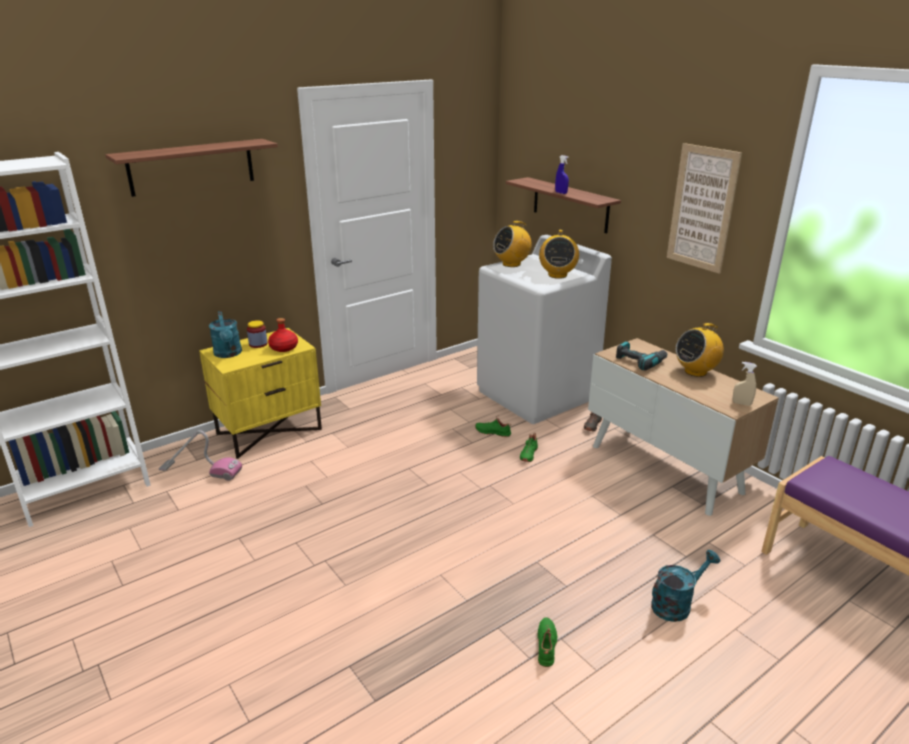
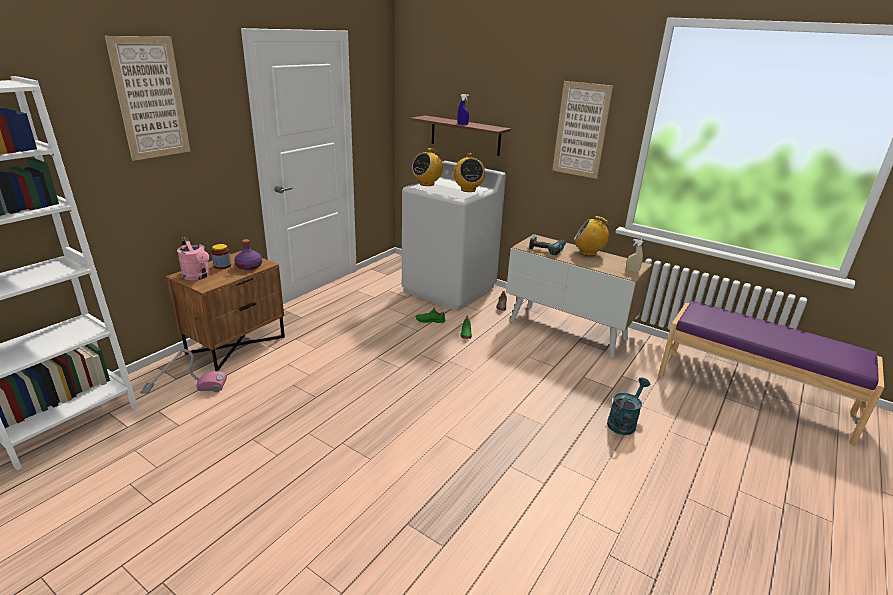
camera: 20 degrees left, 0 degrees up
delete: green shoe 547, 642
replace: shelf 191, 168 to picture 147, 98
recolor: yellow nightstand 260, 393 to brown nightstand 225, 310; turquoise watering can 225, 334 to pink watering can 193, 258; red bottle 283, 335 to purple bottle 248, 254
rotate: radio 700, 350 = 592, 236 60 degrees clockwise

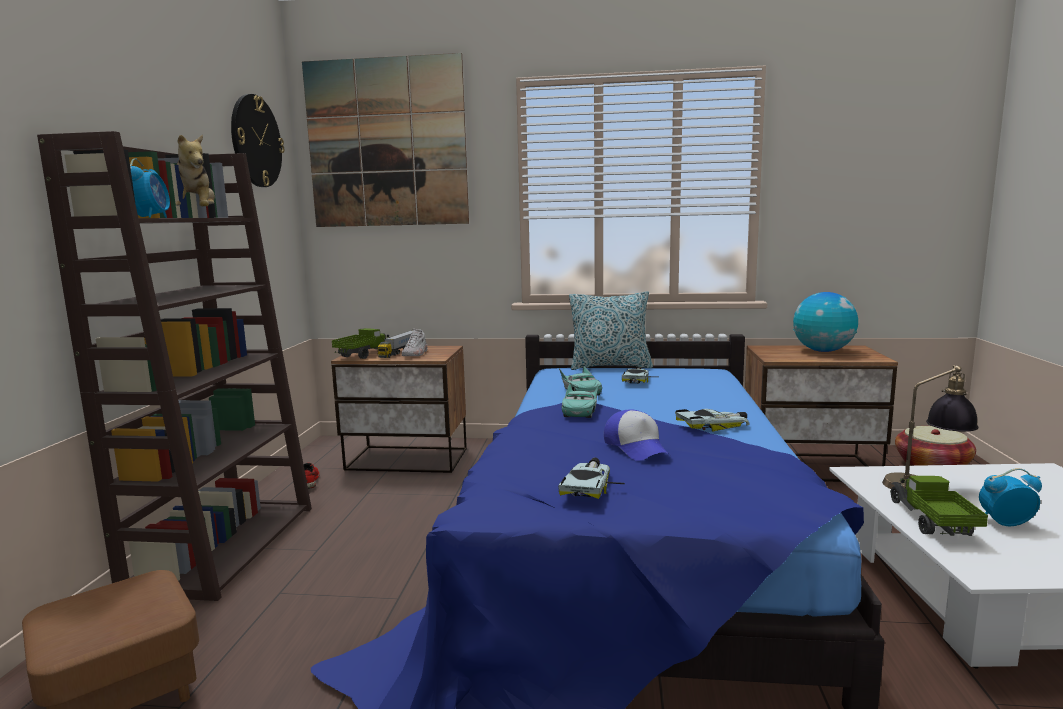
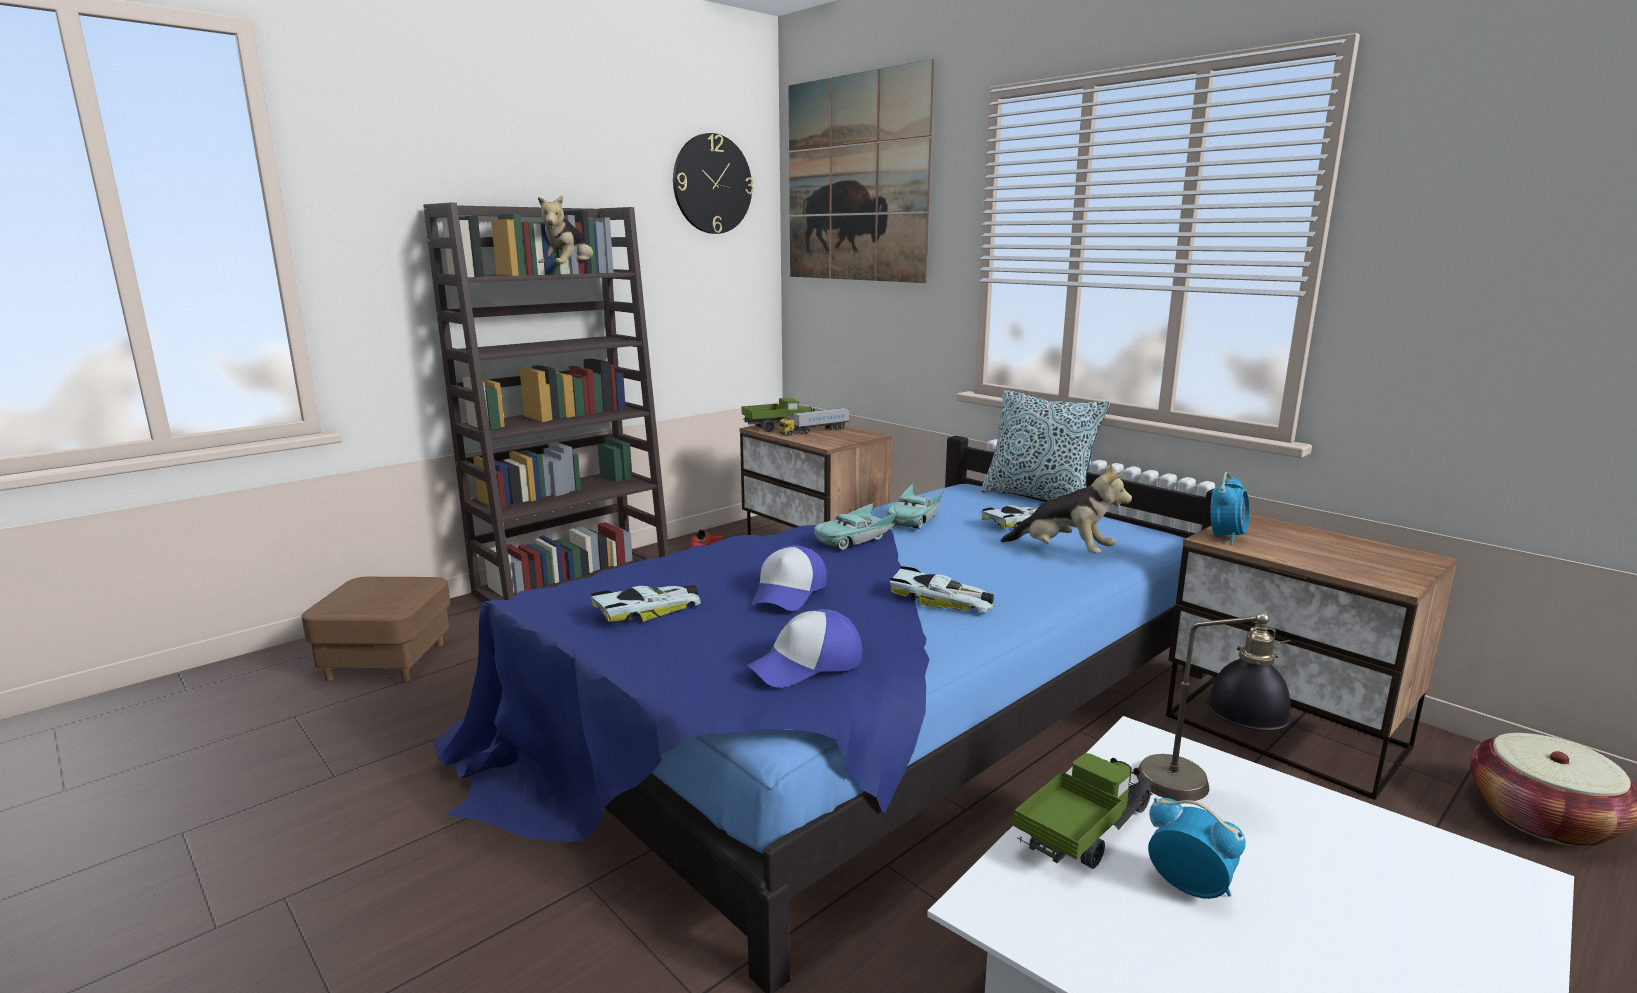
camera: 40 degrees right, 5 degrees up
delete: white shoe 415, 342; globe 825, 322
insert: cap 804, 648; plush toy 1066, 508
move: alarm clock 150, 188 to 1229, 508

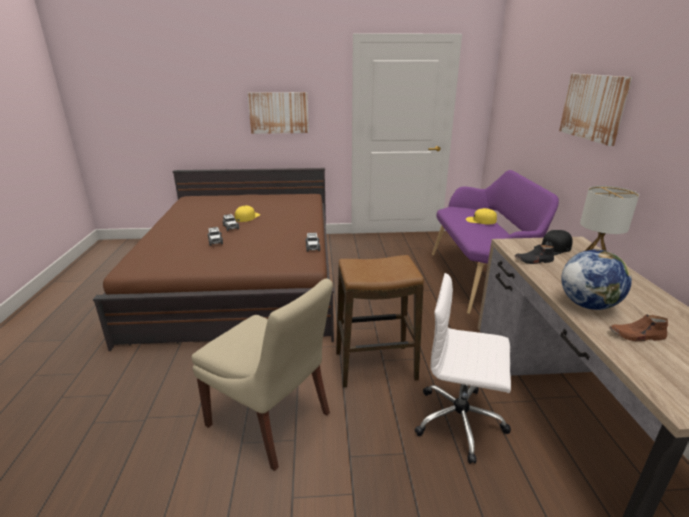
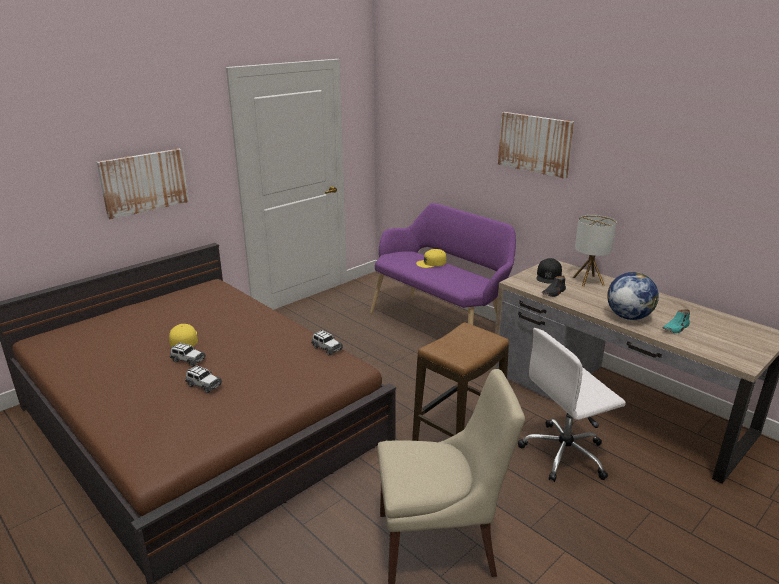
camera: 40 degrees left, 0 degrees up
recolor: brown shoe 638, 327 to turquoise shoe 676, 321

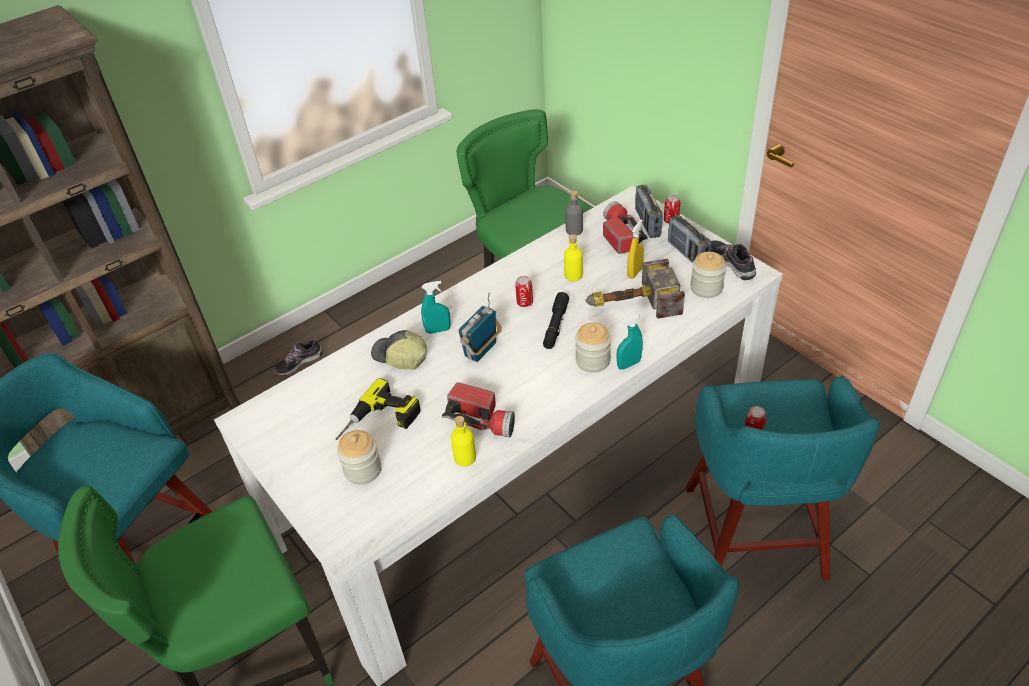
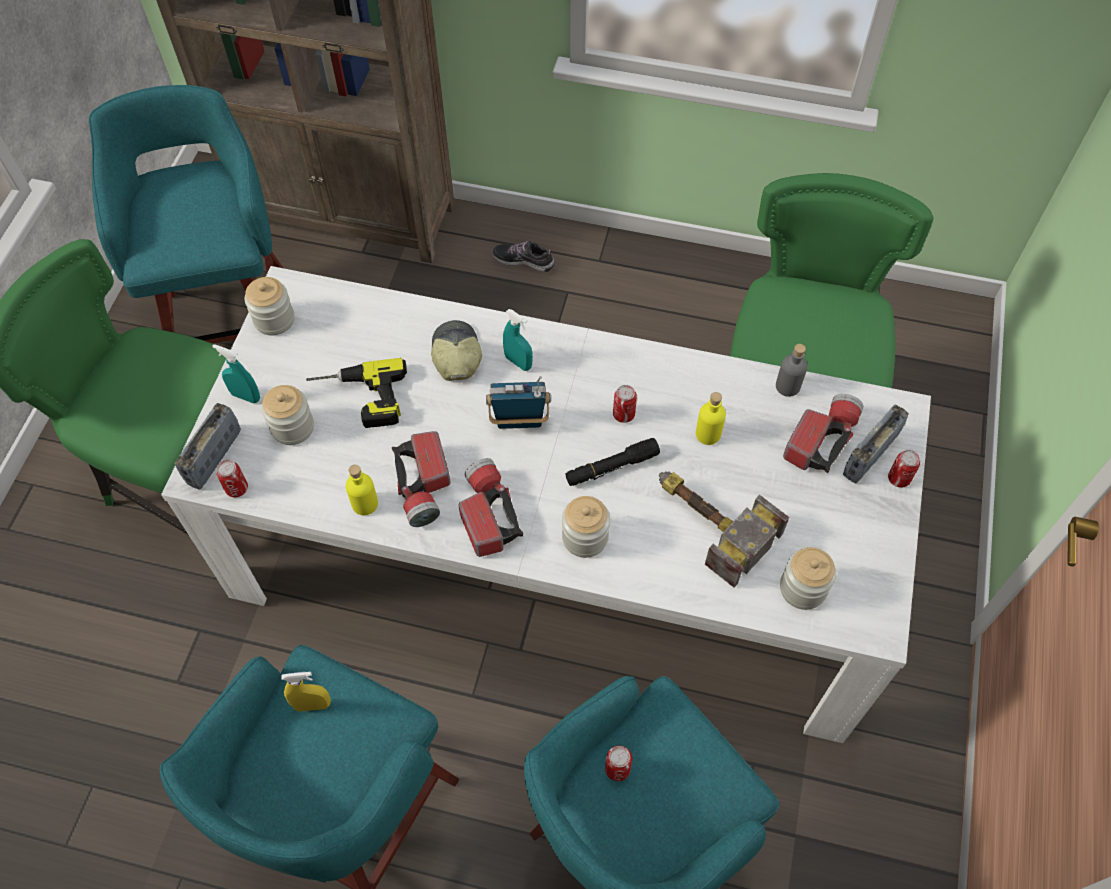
camera: 50 degrees right, 15 degrees up
delete: shoe 733, 260
insert: can 232, 479; jar 269, 306; flashlight 490, 507
move: radio 690, 239 to 208, 446; turquoise spray bottle 629, 342 to 236, 374; yellow spray bottle 635, 249 to 306, 691

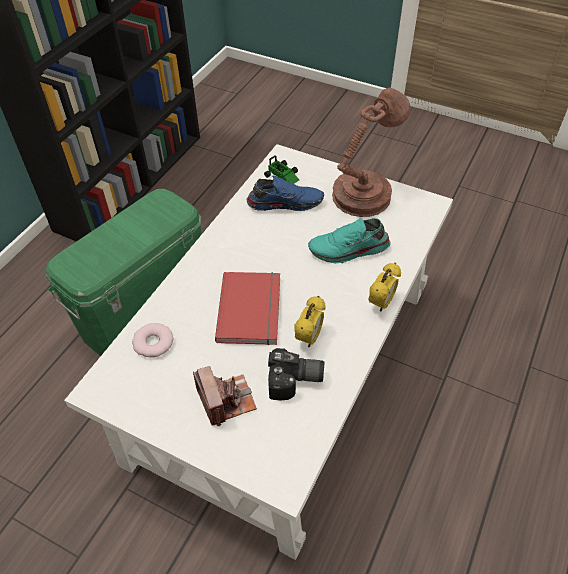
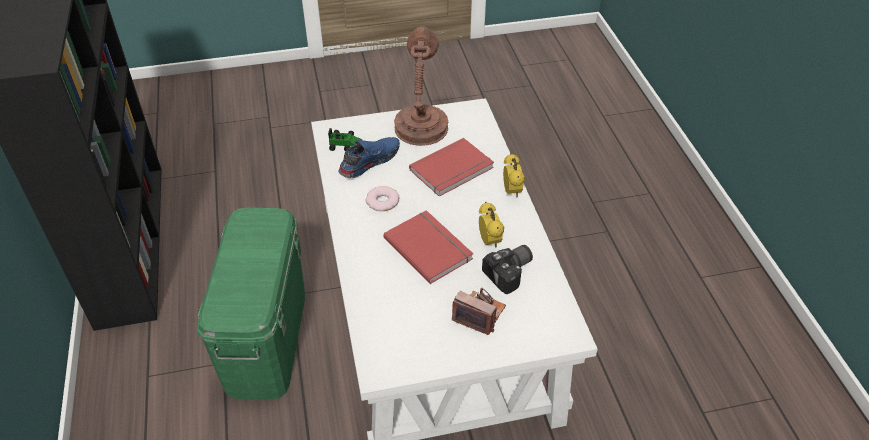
camera: 40 degrees left, 5 degrees down
move: donut 152, 340 to 383, 198
replace: turquoise shoe 349, 240 to red book 451, 167

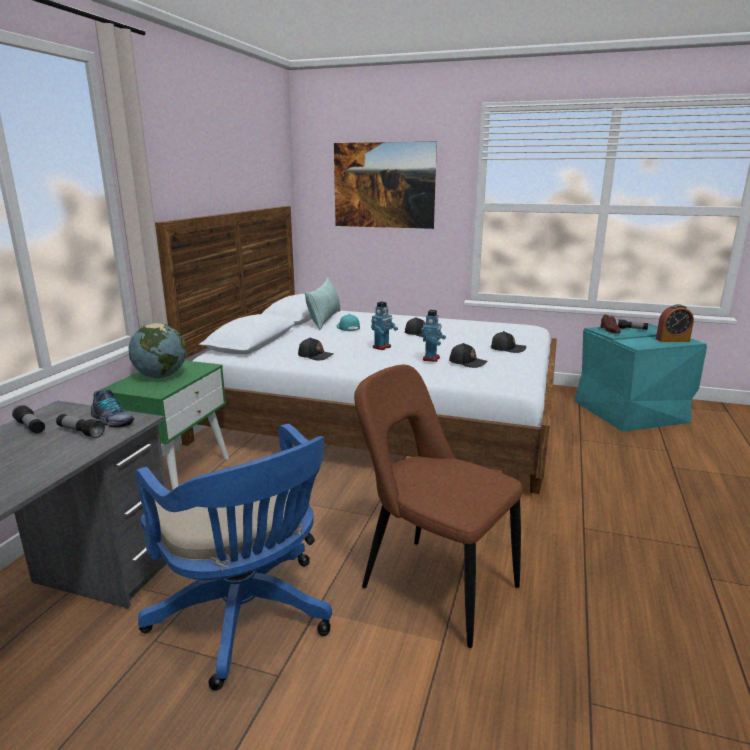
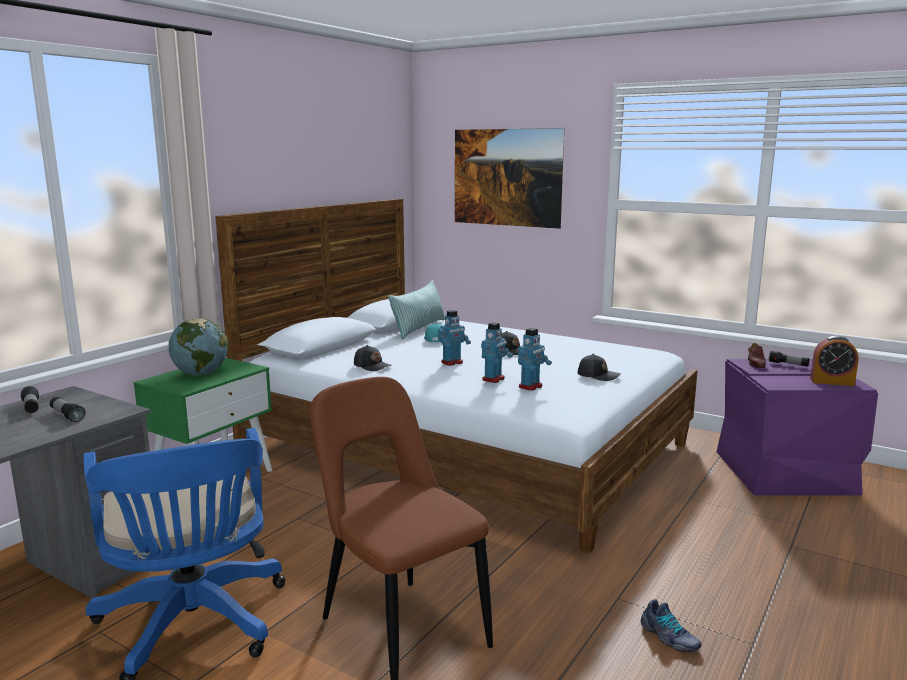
camera: 15 degrees right, 5 degrees down
move: shoe 113, 408 to 671, 626
replace: black cap 468, 355 to toy robot 535, 359
recolor: turquoise storage box 640, 377 to purple storage box 797, 427

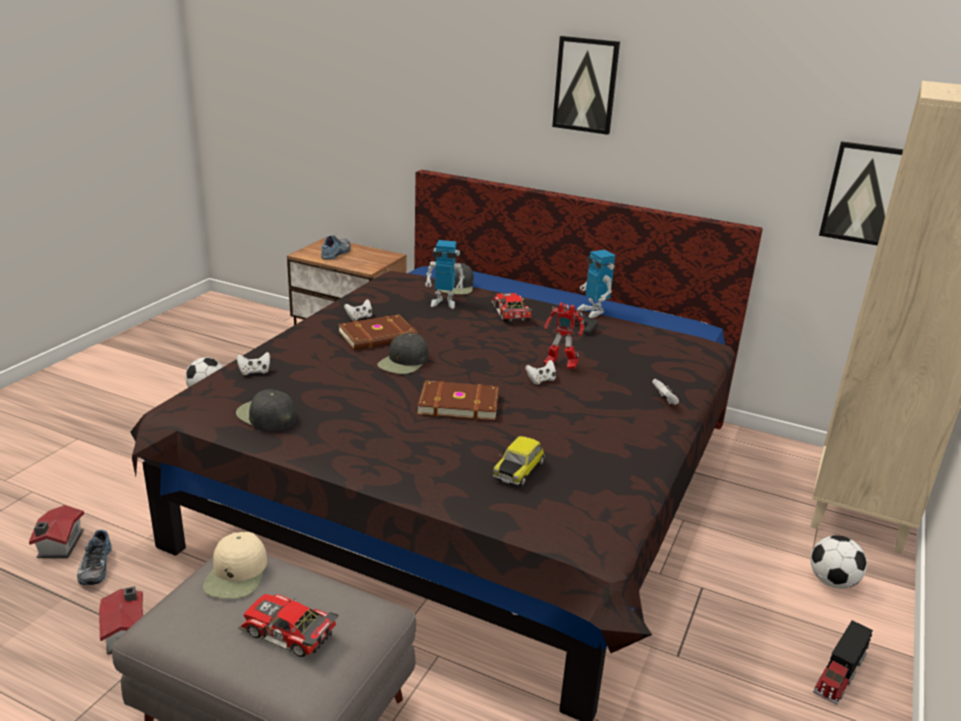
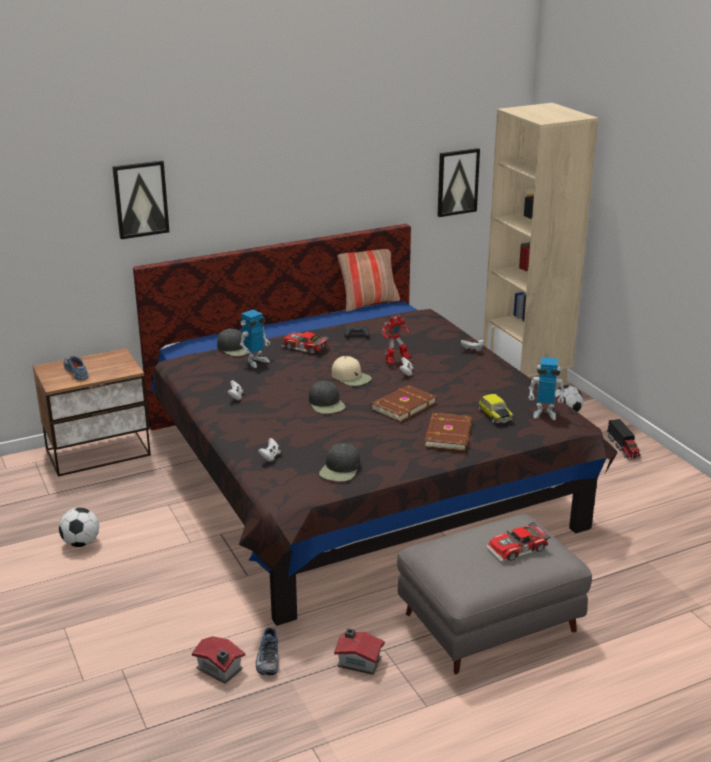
camera: 50 degrees left, 0 degrees up
insert: pillow 368, 280
move: picture 586, 85 to 140, 199; beige cap 235, 565 to 352, 371; brown book 378, 332 to 448, 432; toy robot 596, 284 to 546, 388
rotate: shoe 94, 557 = 267, 651 60 degrees clockwise; black cap 266, 410 = 339, 462 60 degrees counterclockwise

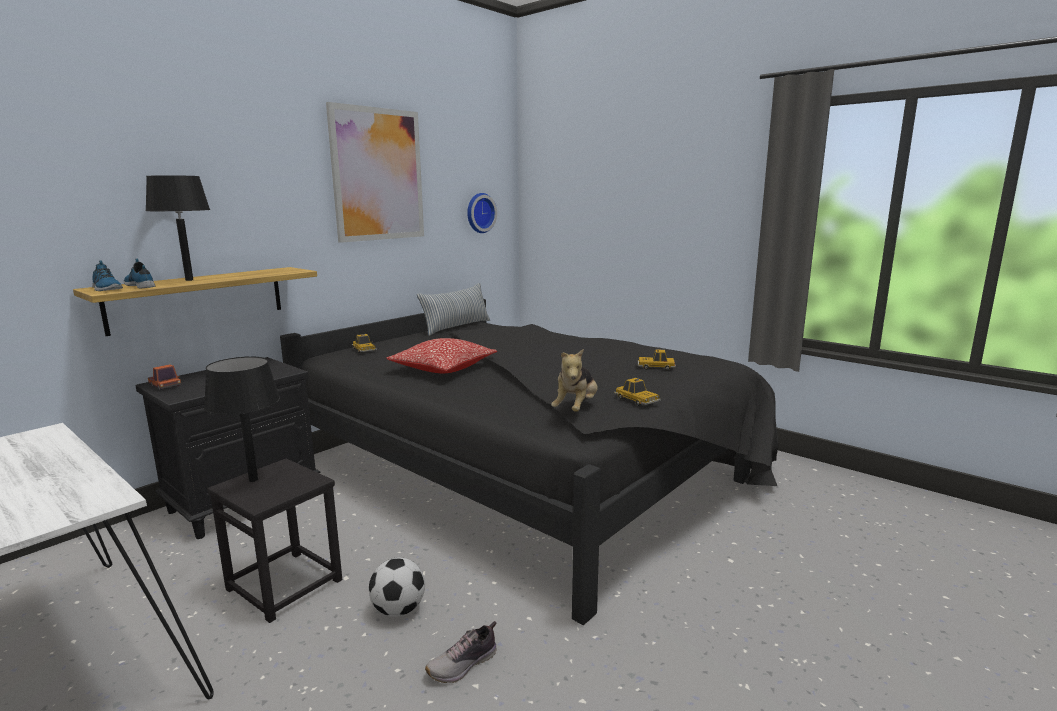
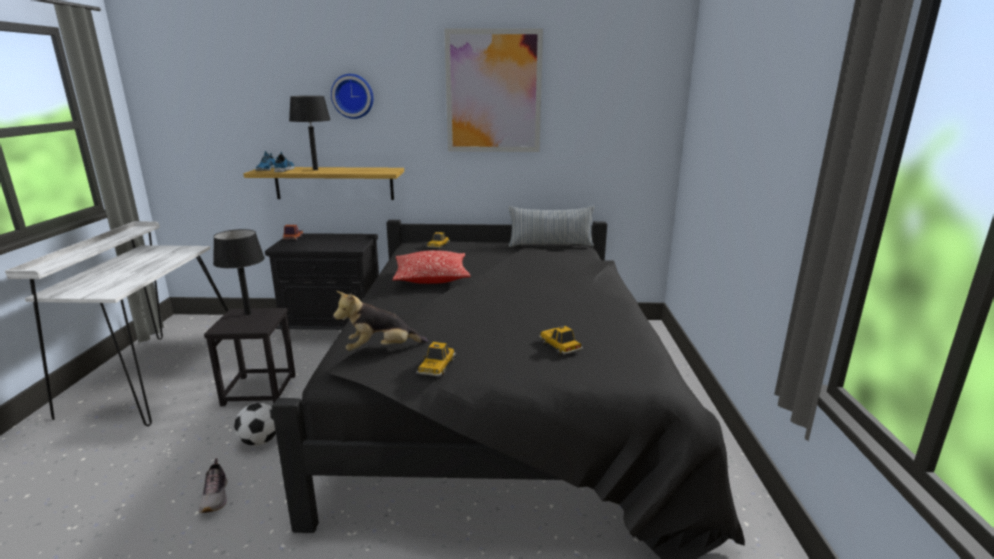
camera: 50 degrees right, 5 degrees up
move: wall clock 482, 213 to 352, 96
rotate: shoe 461, 652 = 213, 485 120 degrees counterclockwise

